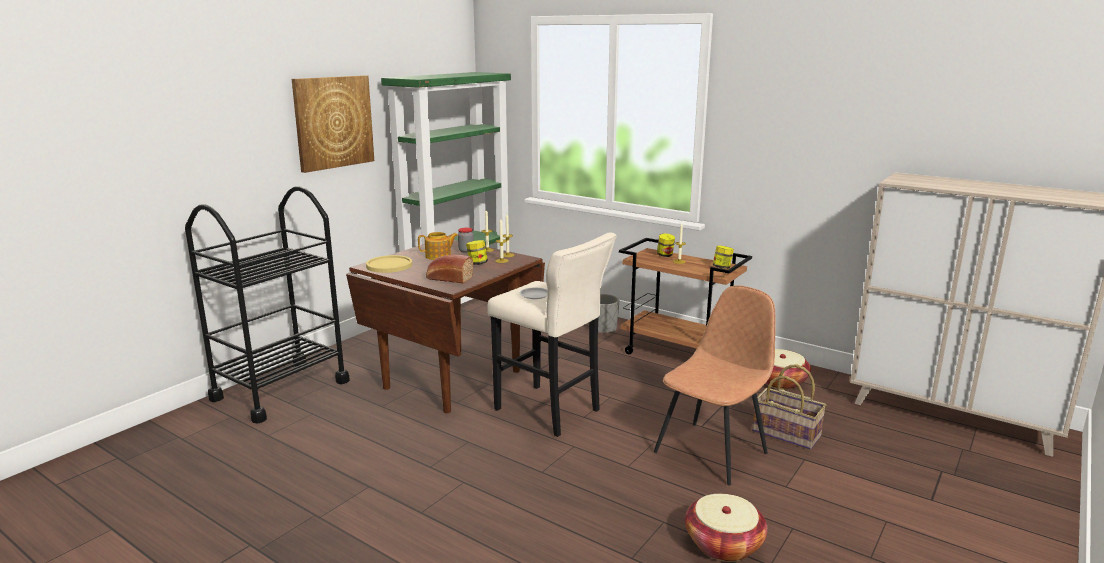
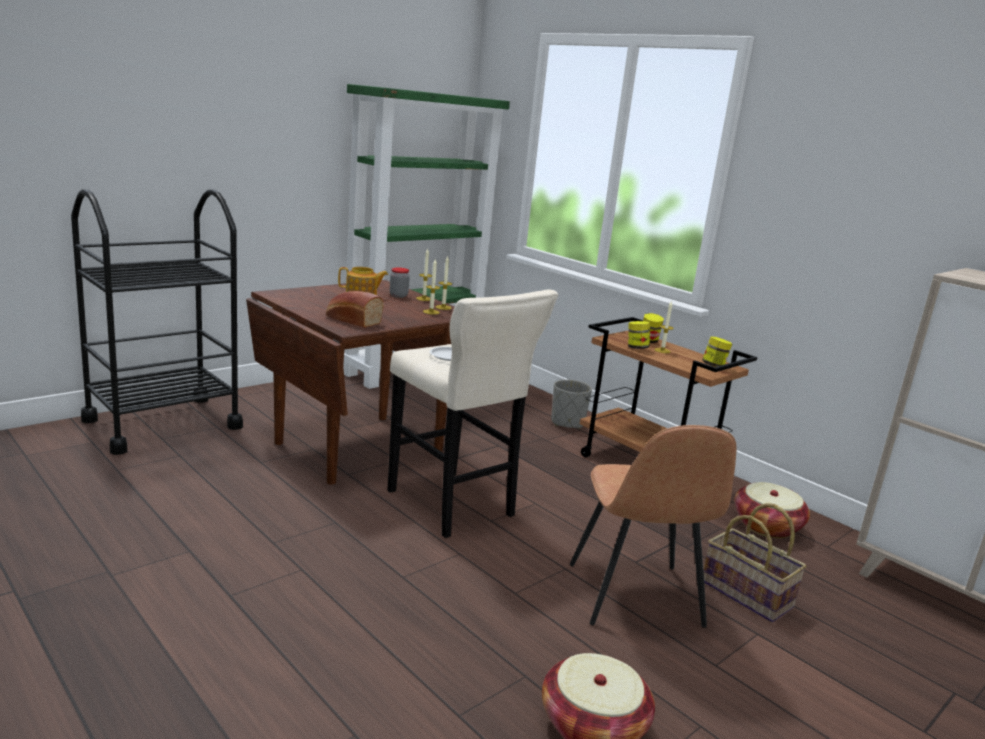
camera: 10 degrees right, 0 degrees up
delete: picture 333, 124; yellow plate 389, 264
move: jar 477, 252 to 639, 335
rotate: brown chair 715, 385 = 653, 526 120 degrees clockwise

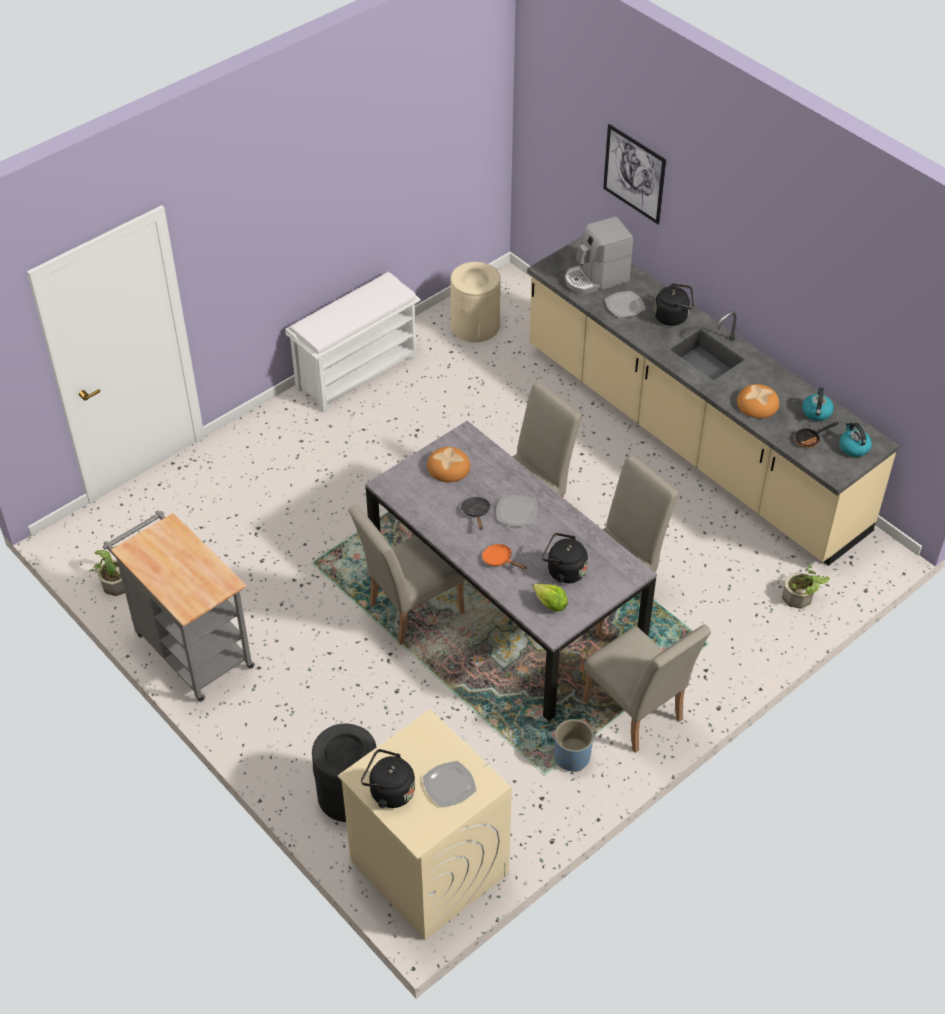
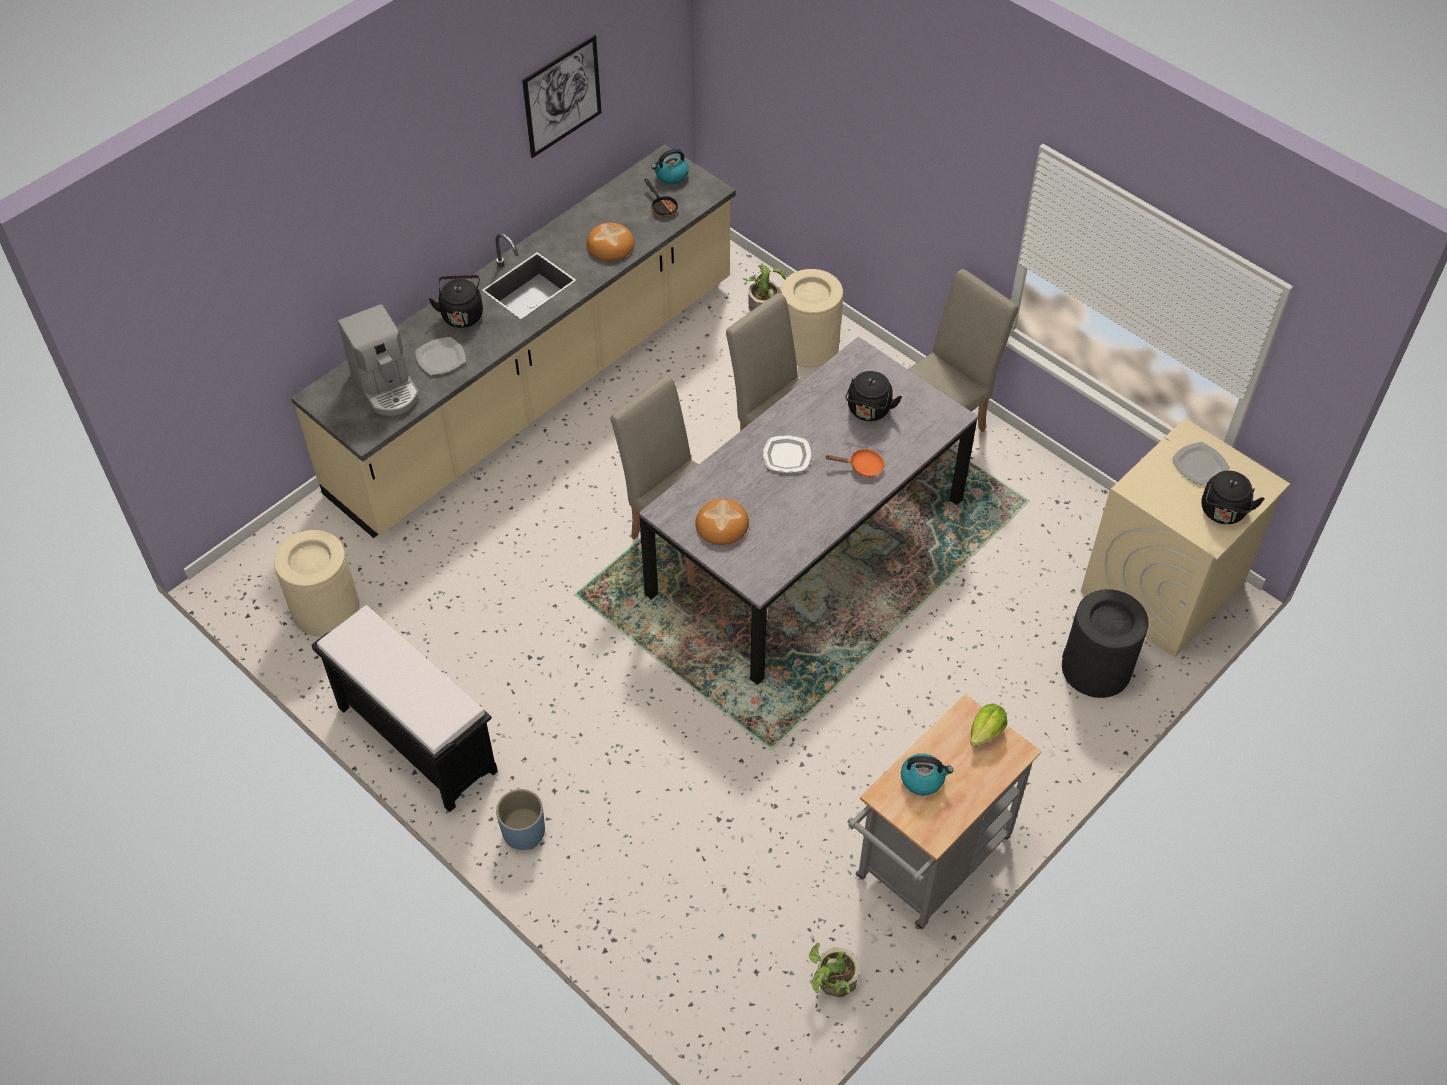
camera: 95 degrees left, 5 degrees up
delete: beige chair 406, 575; black frying pan 476, 513
insert: beige trash can 812, 318
move: blue planter 574, 745 to 520, 819; picture 634, 174 to 562, 96; kettle 818, 404 to 927, 774; lettuce 550, 597 to 988, 725
recolor: white bench 352, 342 to black bench 405, 708
rotate: orange frying pan 504, 557 = 855, 463 120 degrees counterclockwise

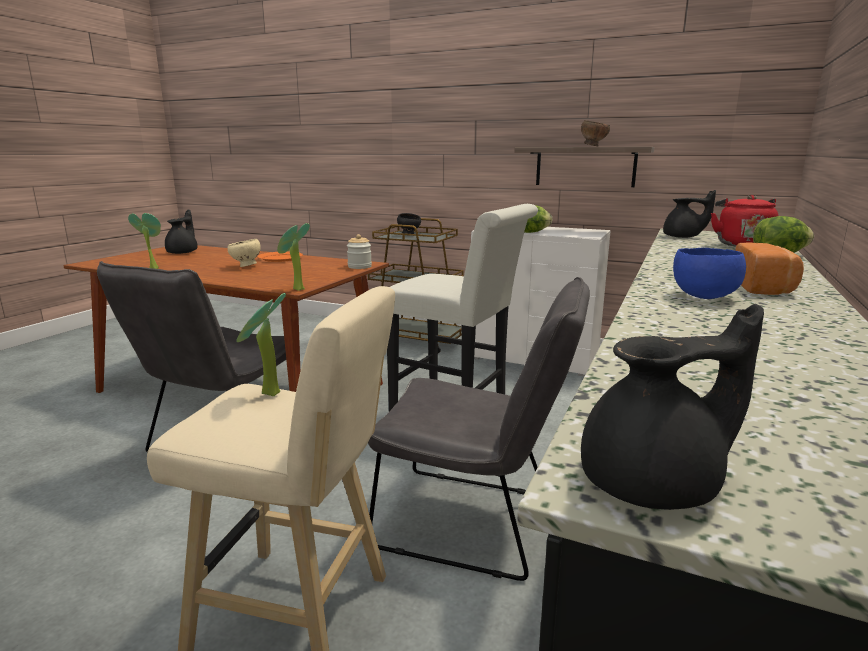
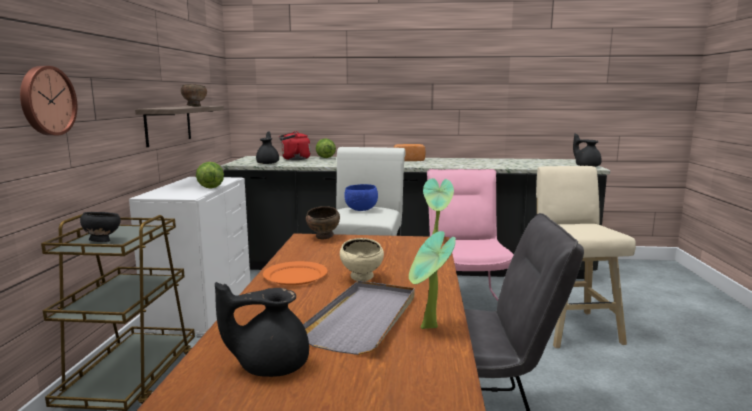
camera: 110 degrees left, 5 degrees down
delete: potted plant 261, 344
insert: wall clock 48, 101; grey tray 359, 318
move: blue bowl 709, 273 to 361, 197
replace: jar 359, 251 to brown bowl 323, 222
recolor: grey chair 479, 429 to pink chair 470, 235

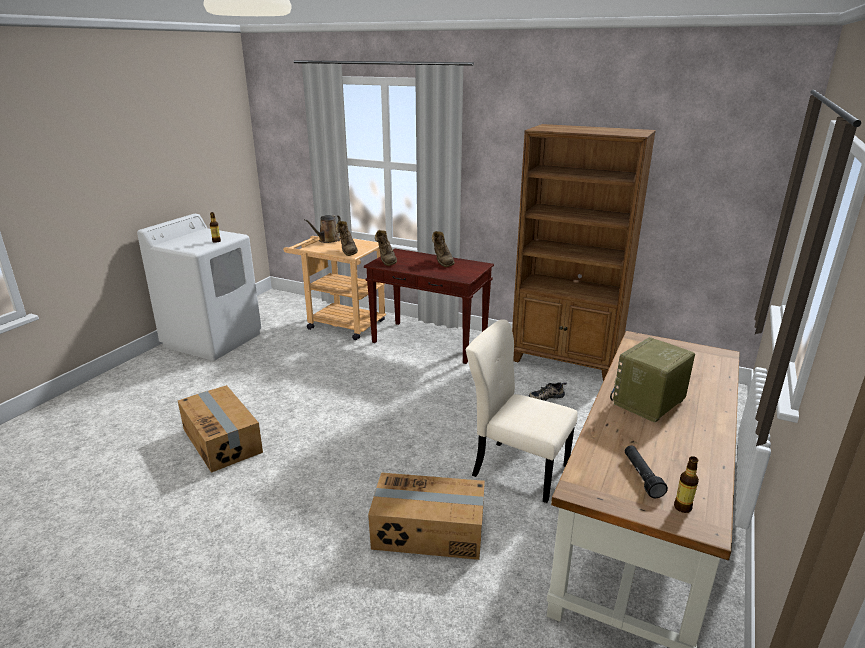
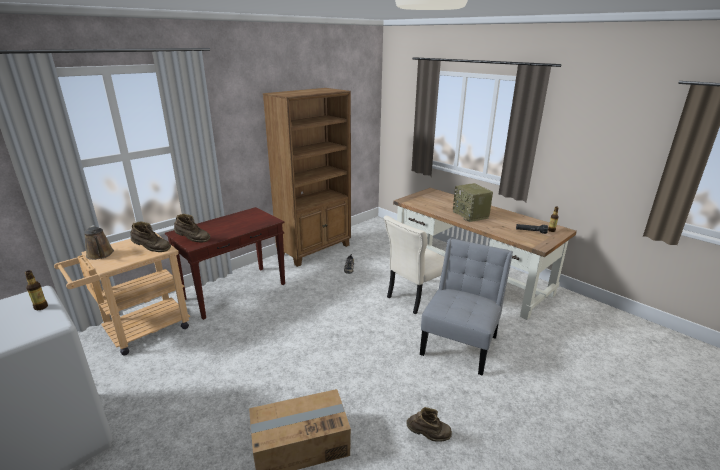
camera: 70 degrees left, 0 degrees up
move: brown boot 443, 249 to 429, 424
replace: cardboard box 426, 516 to grey chair 466, 307

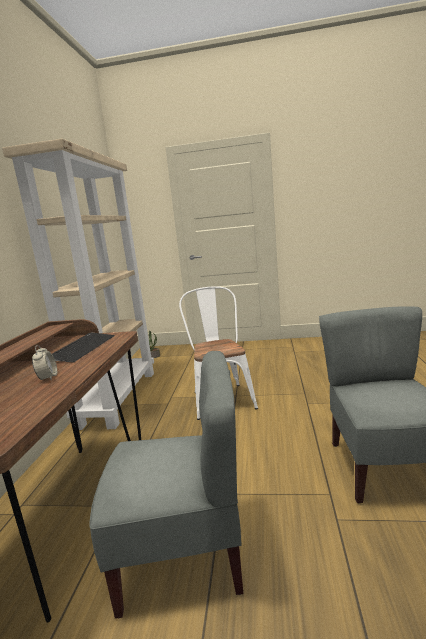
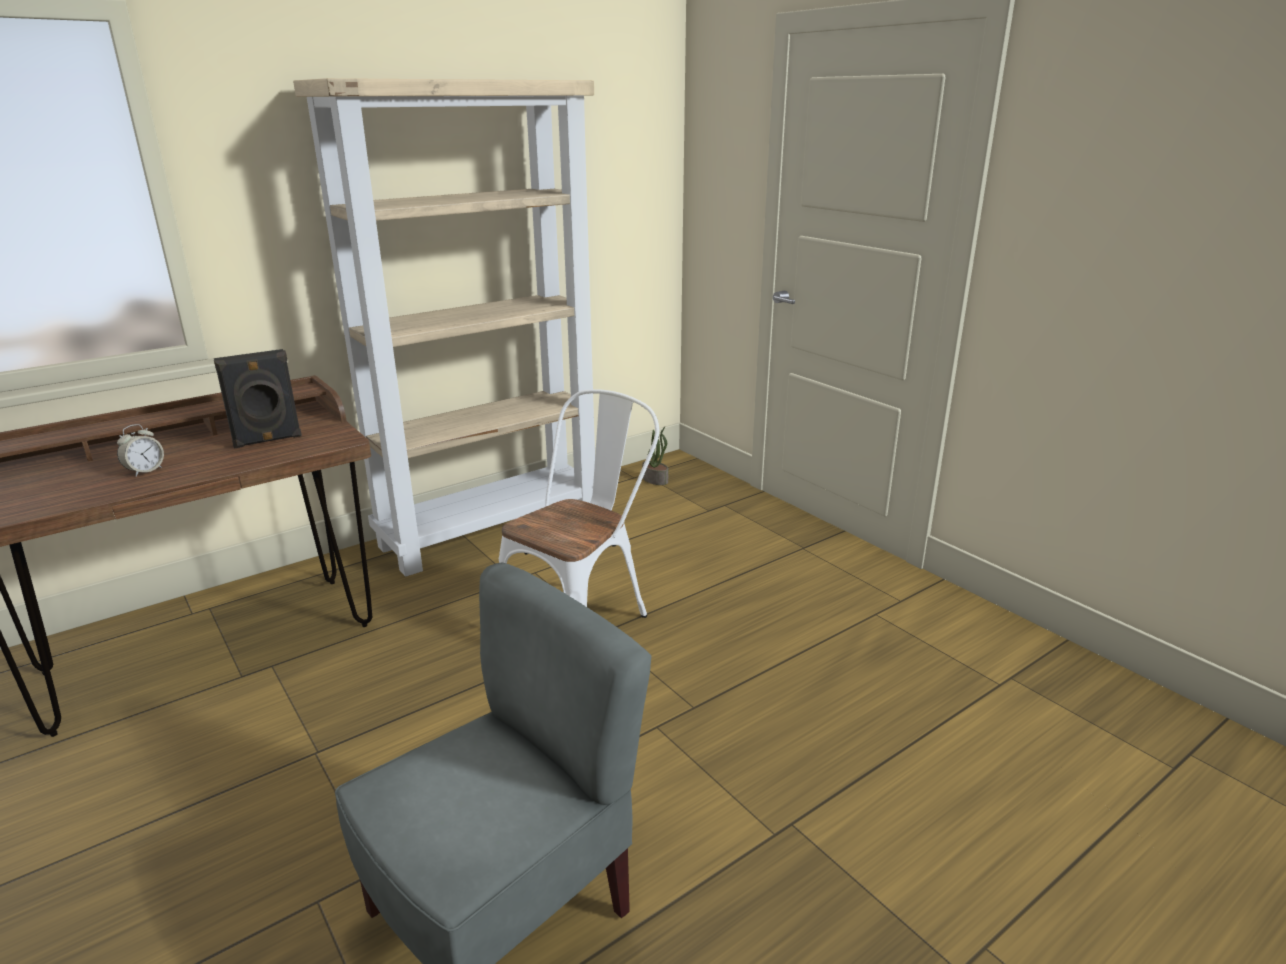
camera: 45 degrees right, 10 degrees up
delete: grey chair 166, 485
replace: keyboard 83, 347 to black speaker 258, 398

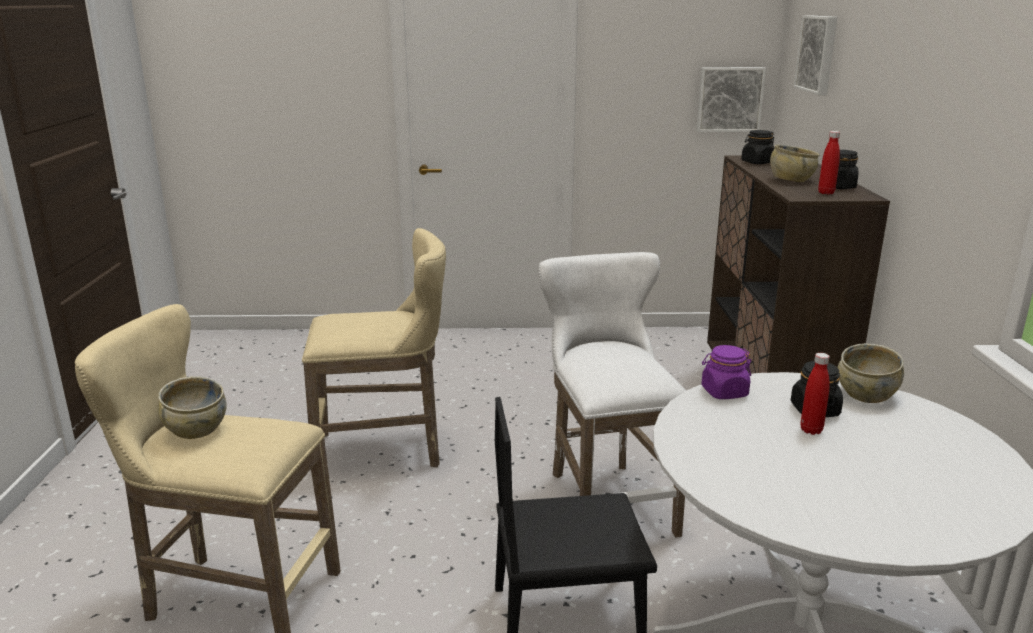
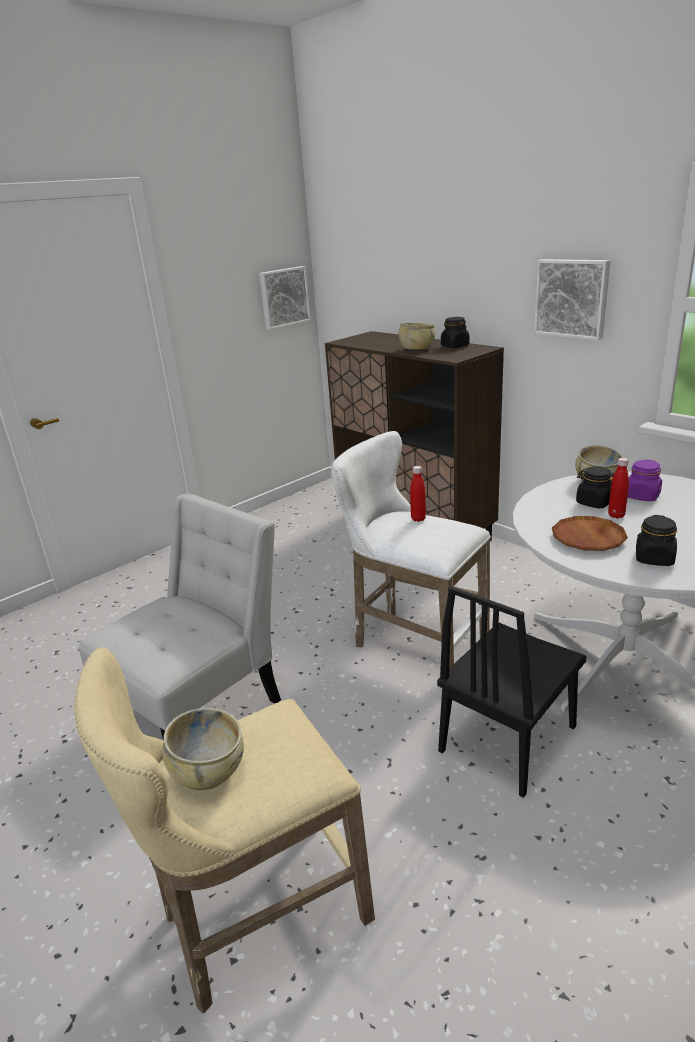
camera: 40 degrees left, 5 degrees up
insert: brown plate 590, 533
move: red bottle 829, 162 to 418, 494; picture 815, 55 to 572, 299; purple jar 726, 372 to 645, 480; black jar 758, 147 to 656, 540
replace: beige stool 374, 347 to white chair 180, 616

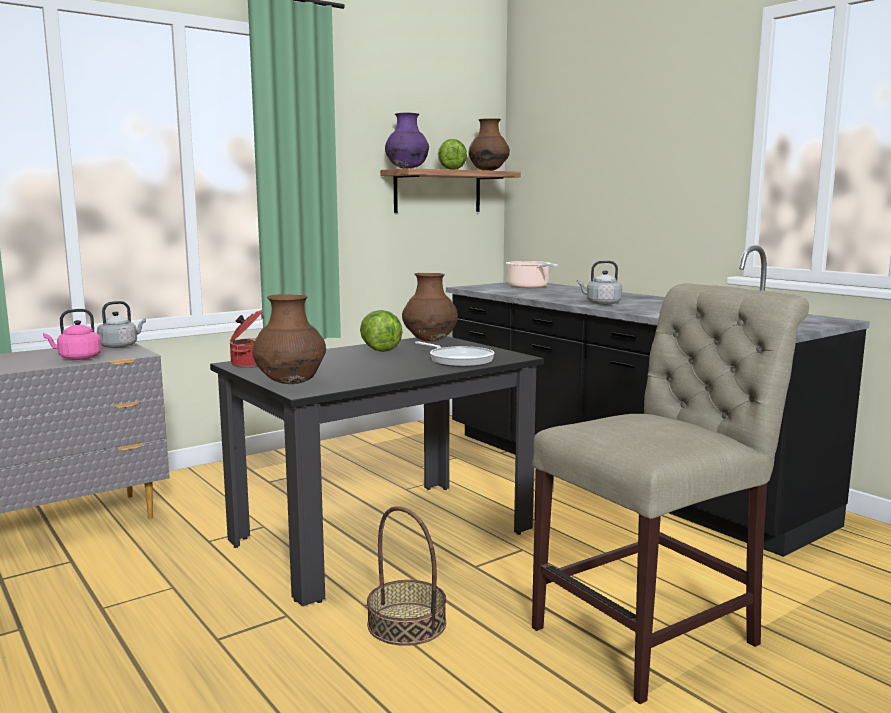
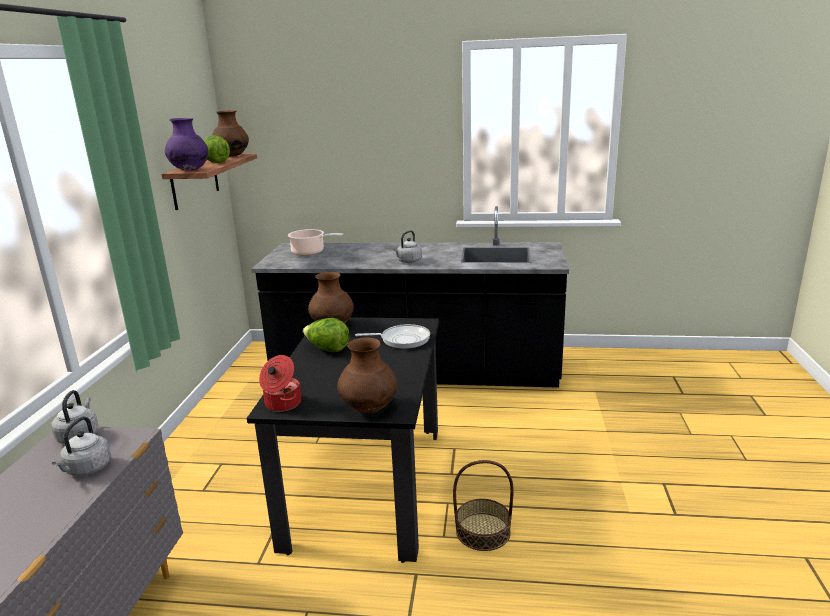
camera: 45 degrees left, 10 degrees up
delete: beige chair 670, 493
recolor: pink kettle 72, 334 to grey kettle 81, 446

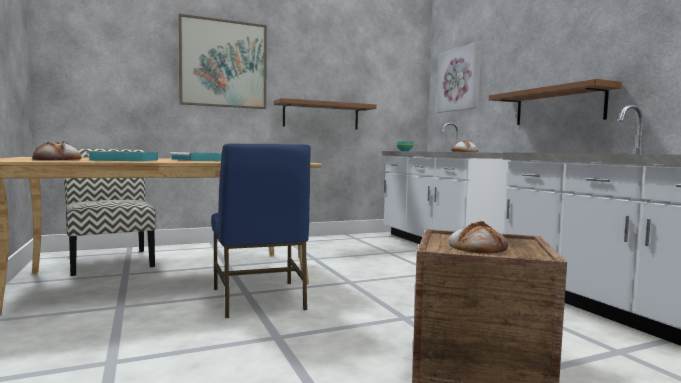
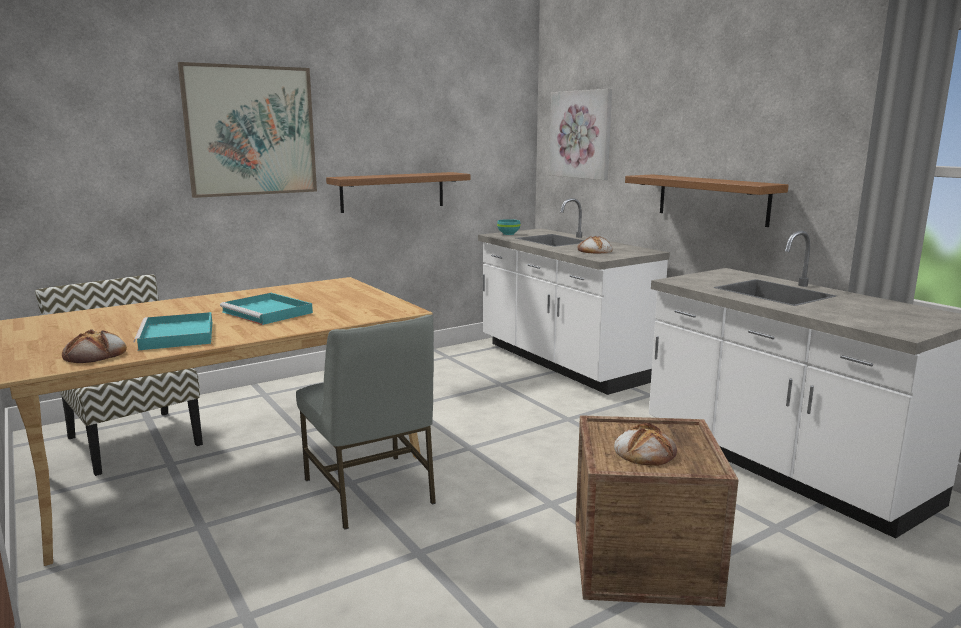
camera: 10 degrees left, 10 degrees up
recolor: blue chair 261, 230 to grey chair 366, 422

